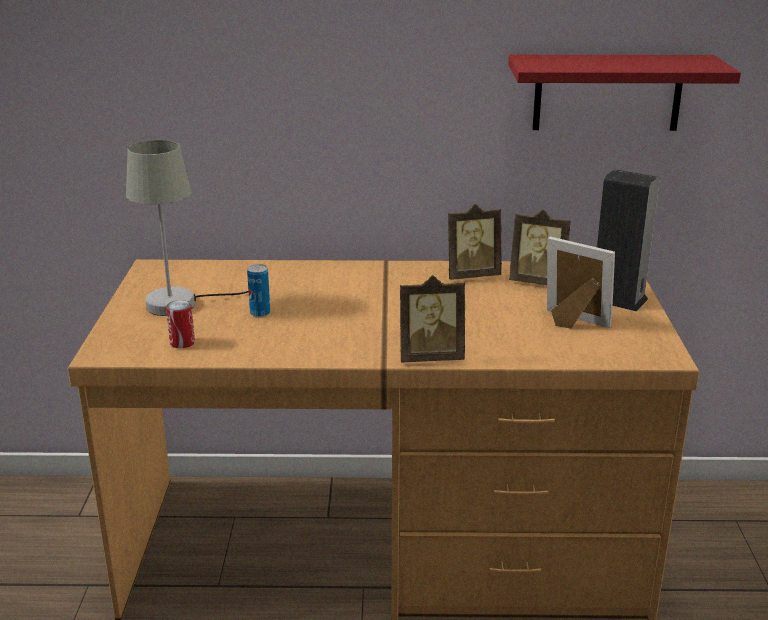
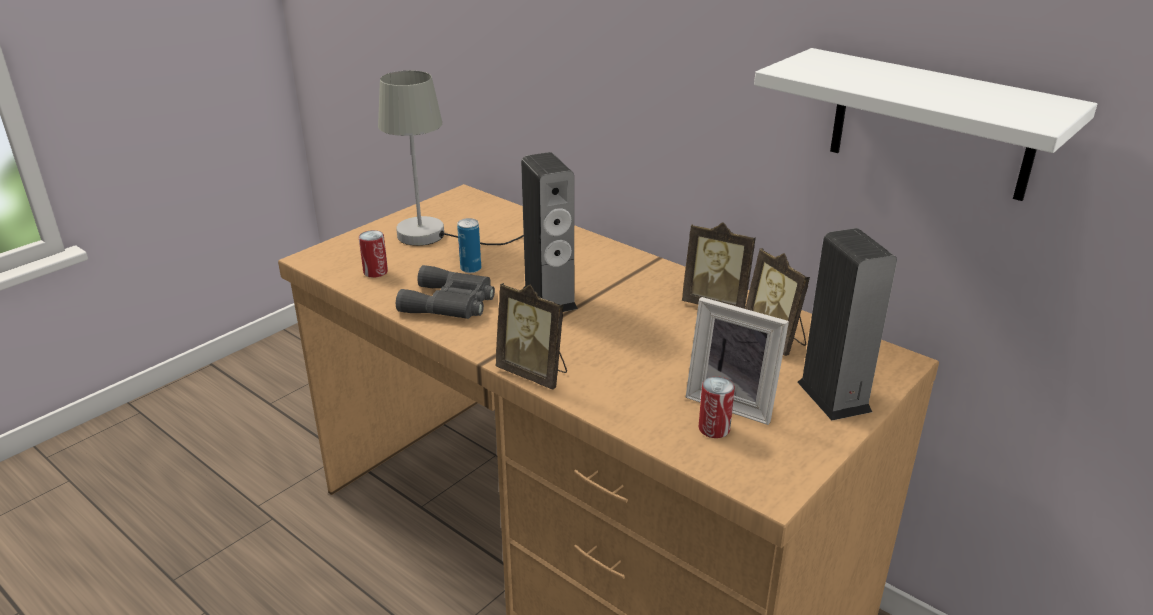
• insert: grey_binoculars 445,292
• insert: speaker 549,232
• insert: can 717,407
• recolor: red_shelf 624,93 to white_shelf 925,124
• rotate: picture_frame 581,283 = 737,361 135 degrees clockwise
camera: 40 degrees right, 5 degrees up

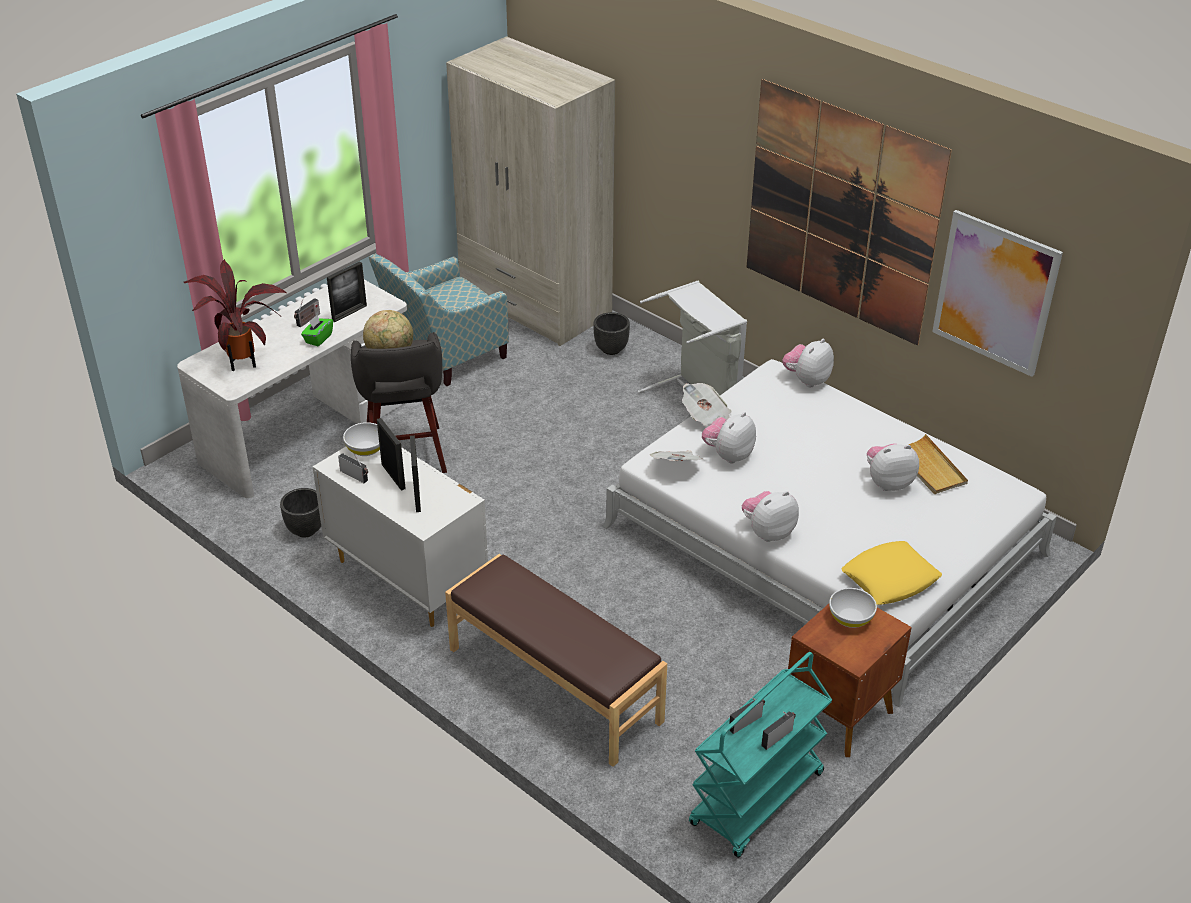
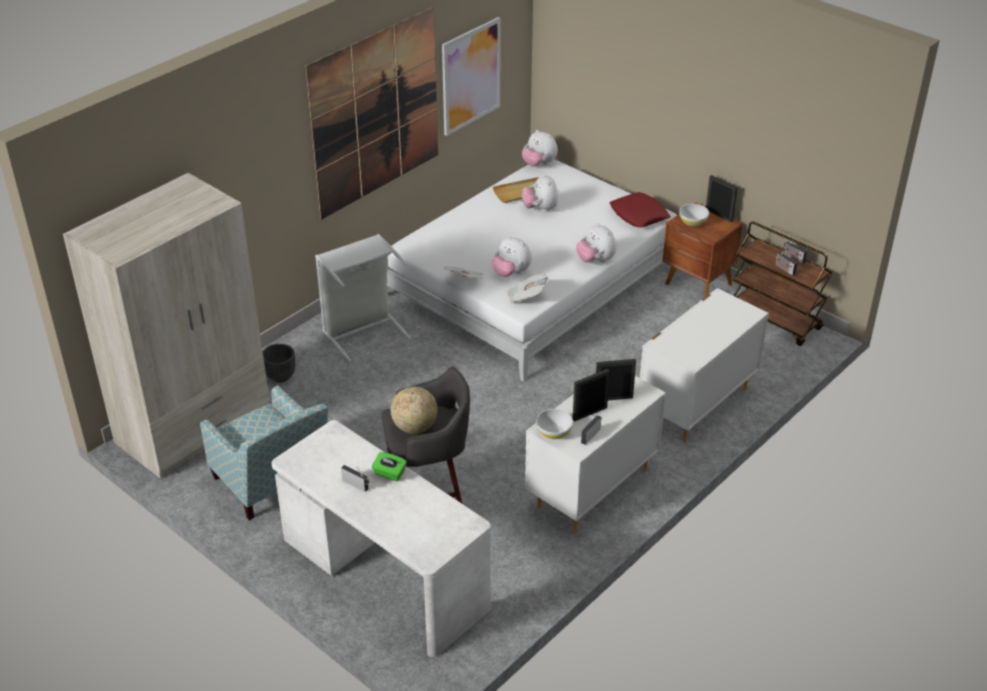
• delete: potted_plant 235,315
• delete: black_planter 300,512
• move: picture_frame 347,291 to 722,198
• move: plush_toy 808,363 to 539,148
• replace: brown_bench 556,660 to white_dresser 704,365
• recolor: turquoise_cart 760,755 to brown_cart 782,283
• recolor: yellow_pillow 892,573 to red_pillow 640,210
camera: 90 degrees left, 0 degrees up

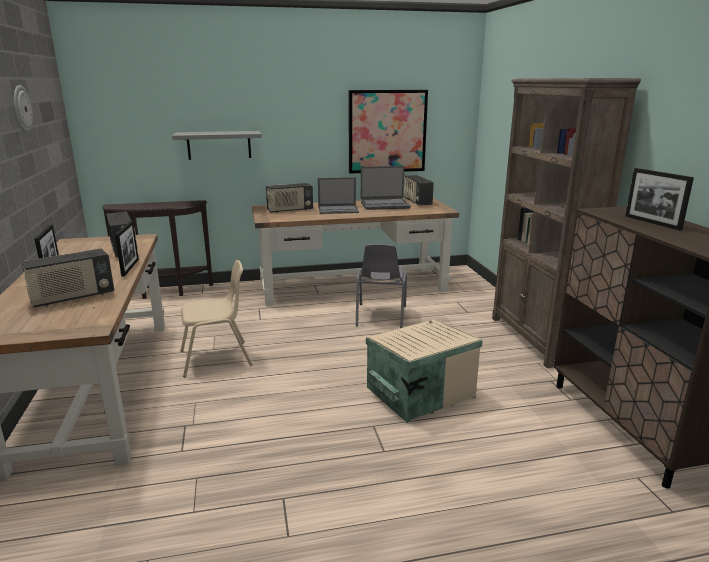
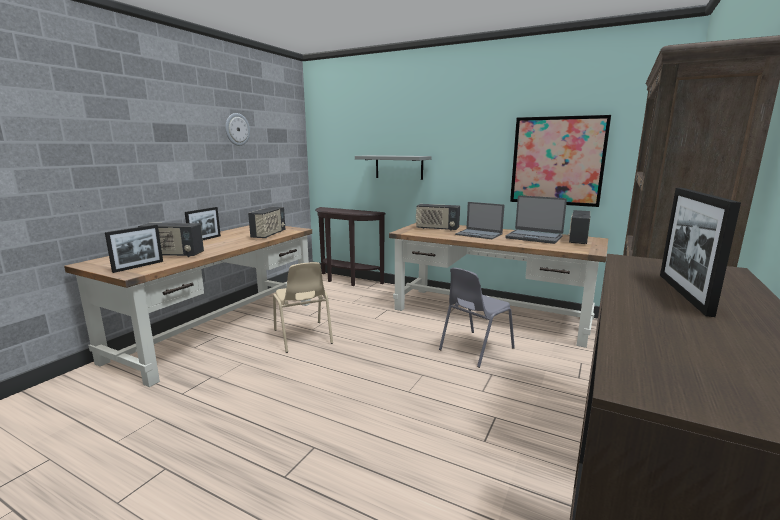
• delete: beige_storage_box 424,371
• move: picture_frame 127,248 to 134,249
• rotate: beige_chair 216,318 = 303,307 45 degrees clockwise
camera: 40 degrees right, 5 degrees down

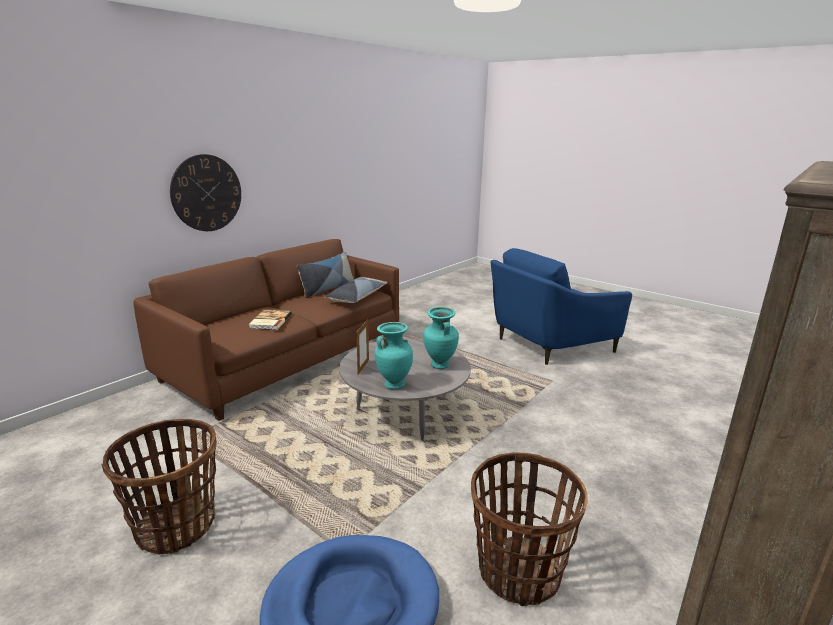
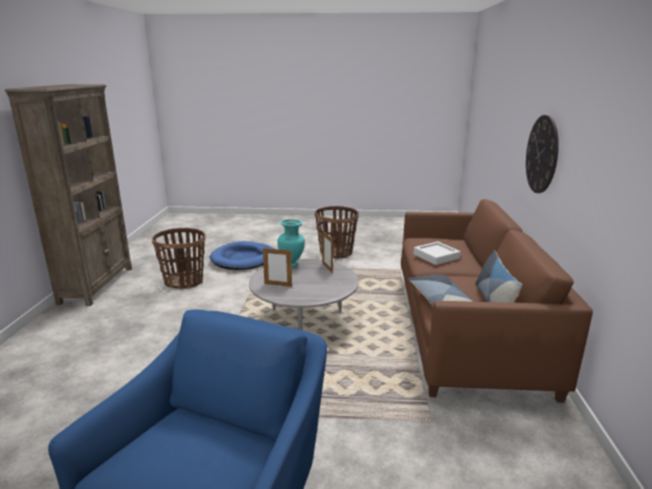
• replace: book 270,320 to grey_tray 437,253
• replace: turquoise_vase 441,338 to picture_frame 277,267
camera: 145 degrees right, 0 degrees up

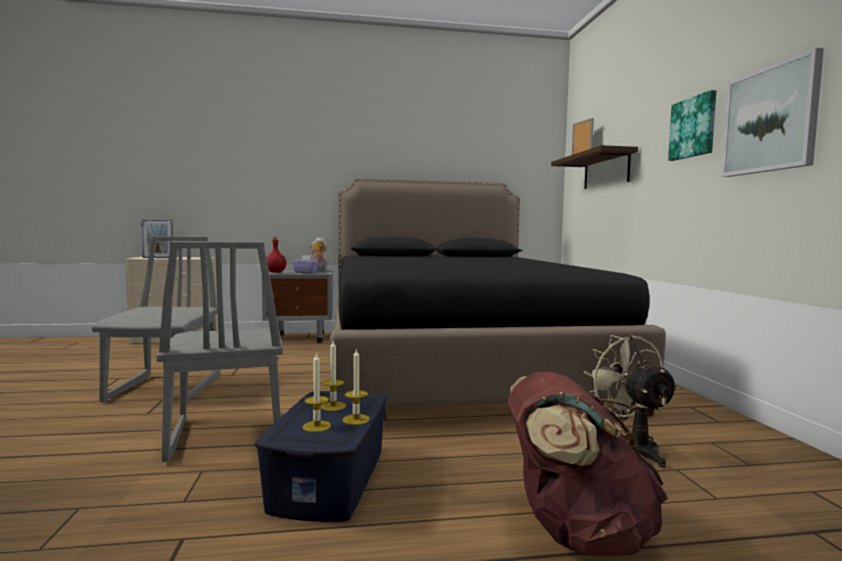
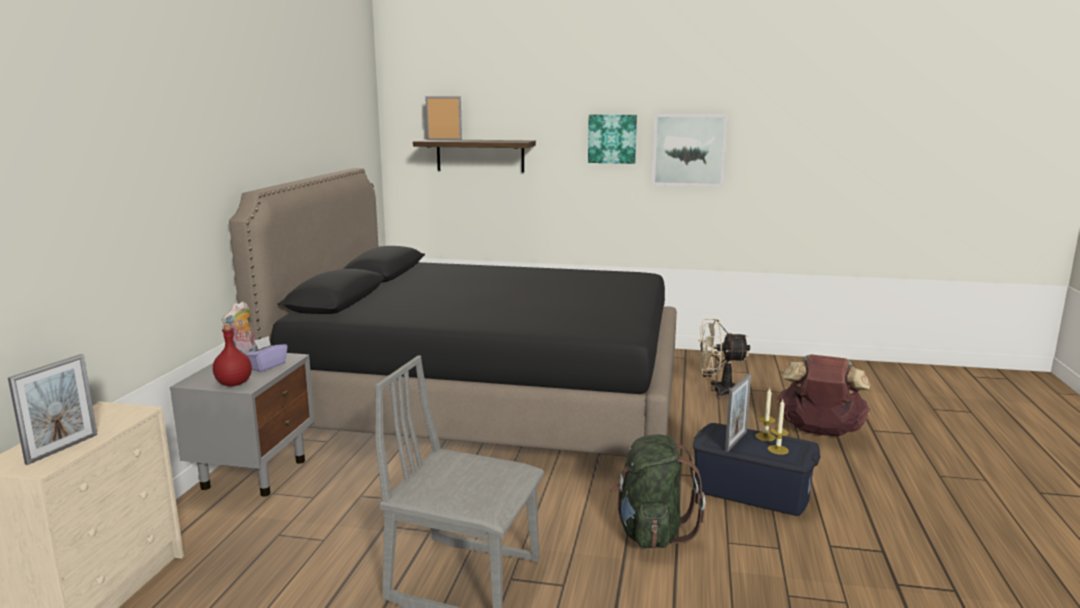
• replace: grey_chair 219,351 to green_backpack 658,491
• replace: candle 333,376 to picture_frame 738,413
camera: 70 degrees left, 10 degrees up

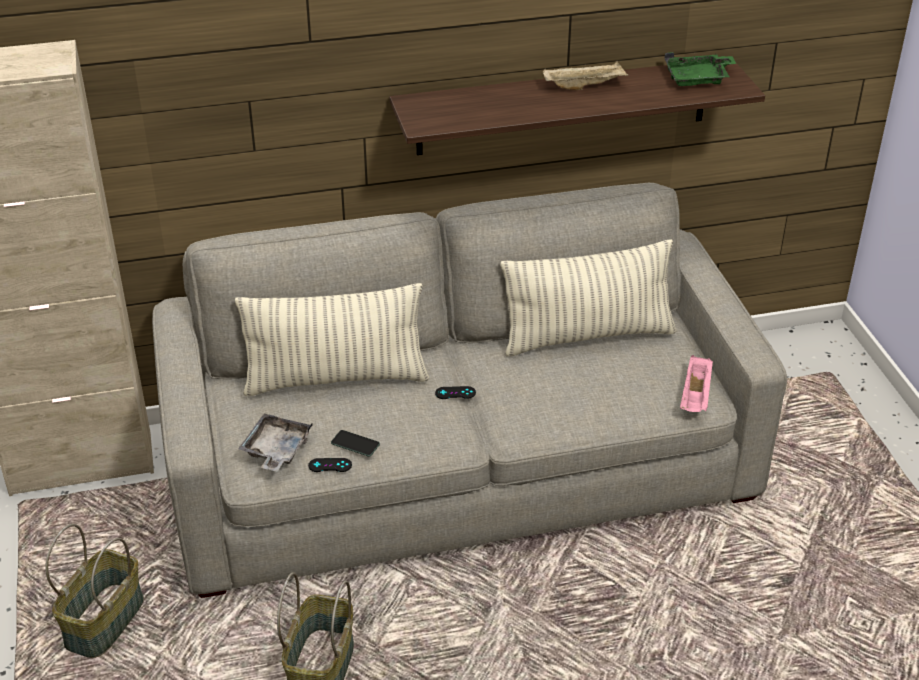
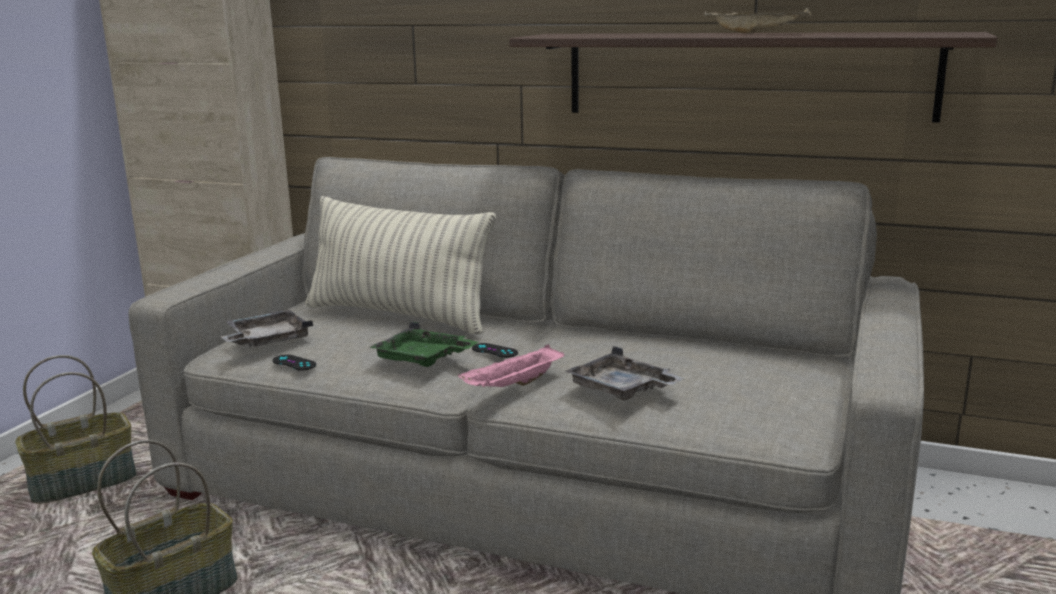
• delete: phone 355,443
• delete: pillow 588,298
• insert: grey_tray 624,373
• move: green_tray 700,69 to 423,344
• move: pink_tray 696,383 to 511,366
camera: 35 degrees right, 20 degrees down

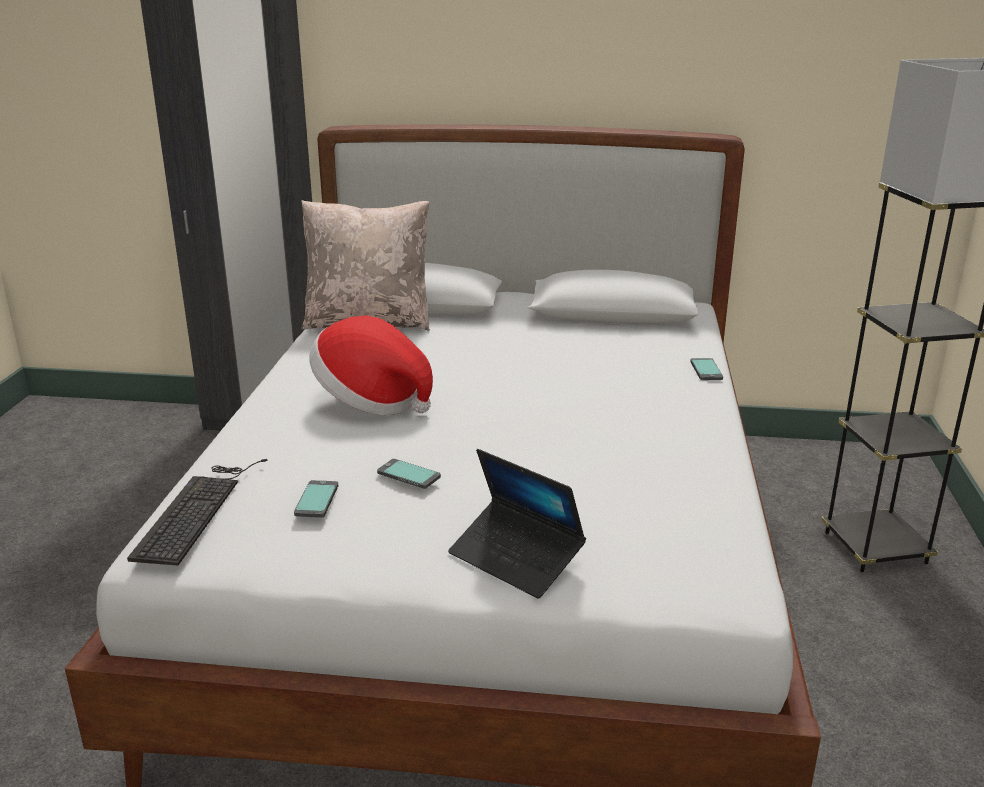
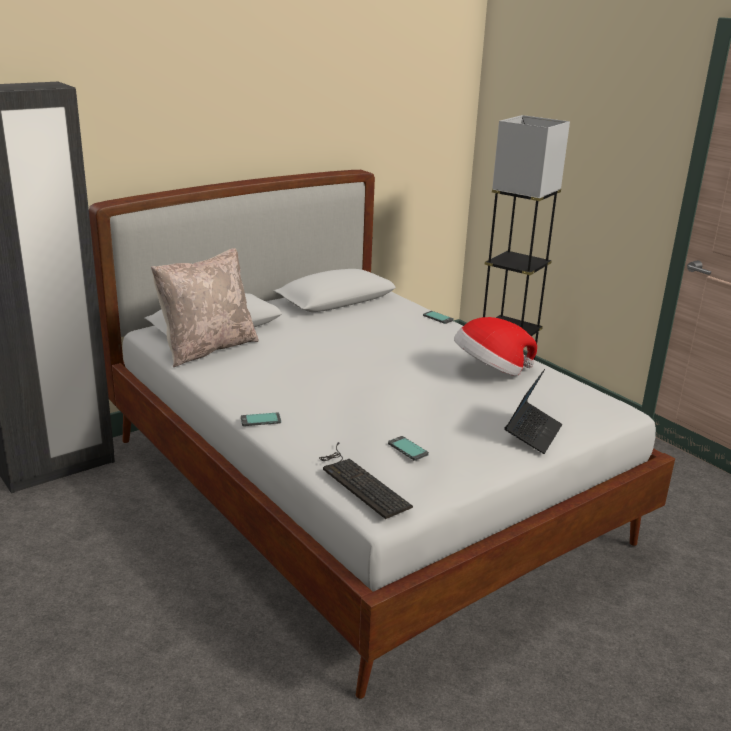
• move: hat 371,365 to 495,346
• move: phone 409,474 to 261,419
• rotate: laptop 517,524 = 533,411 60 degrees counterclockwise
camera: 45 degrees left, 0 degrees up

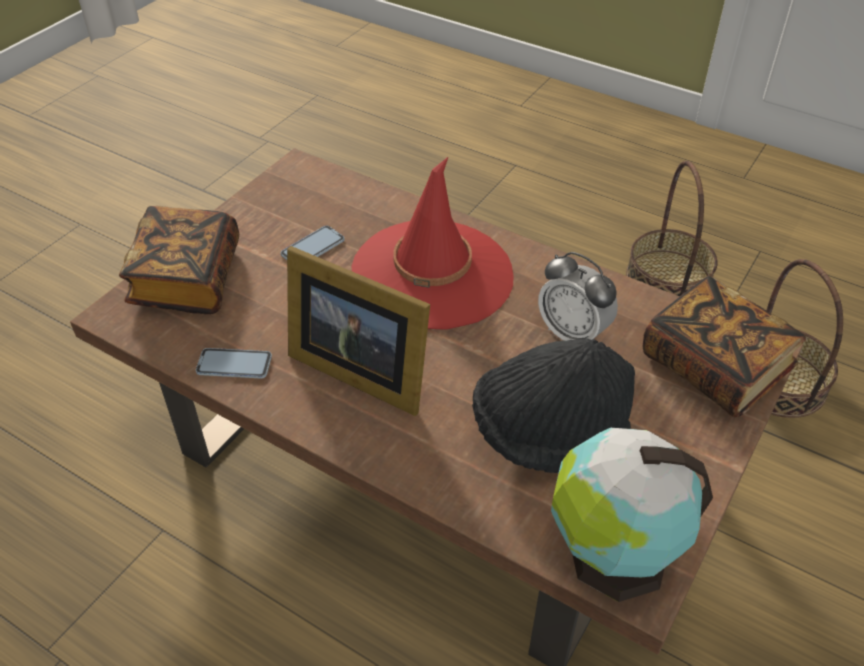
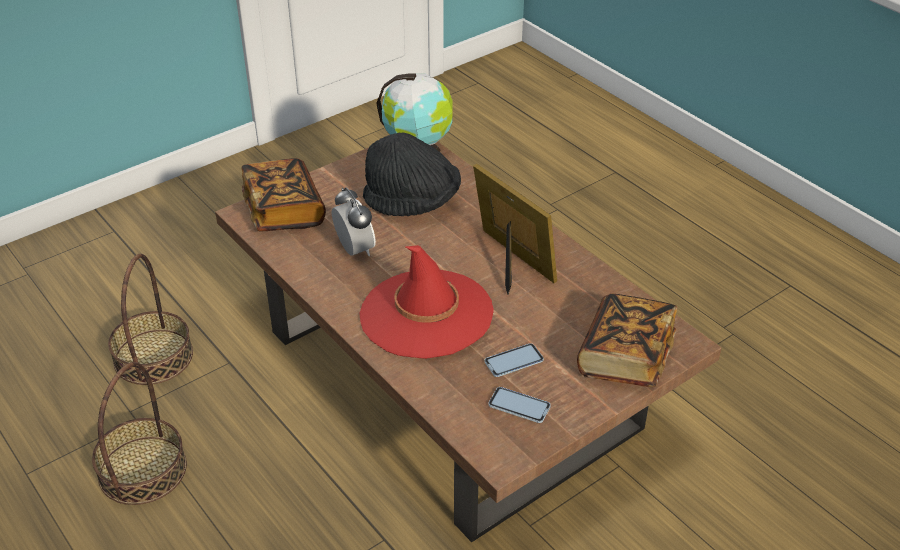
• move: phone 234,363 to 520,405
camera: 160 degrees left, 5 degrees down

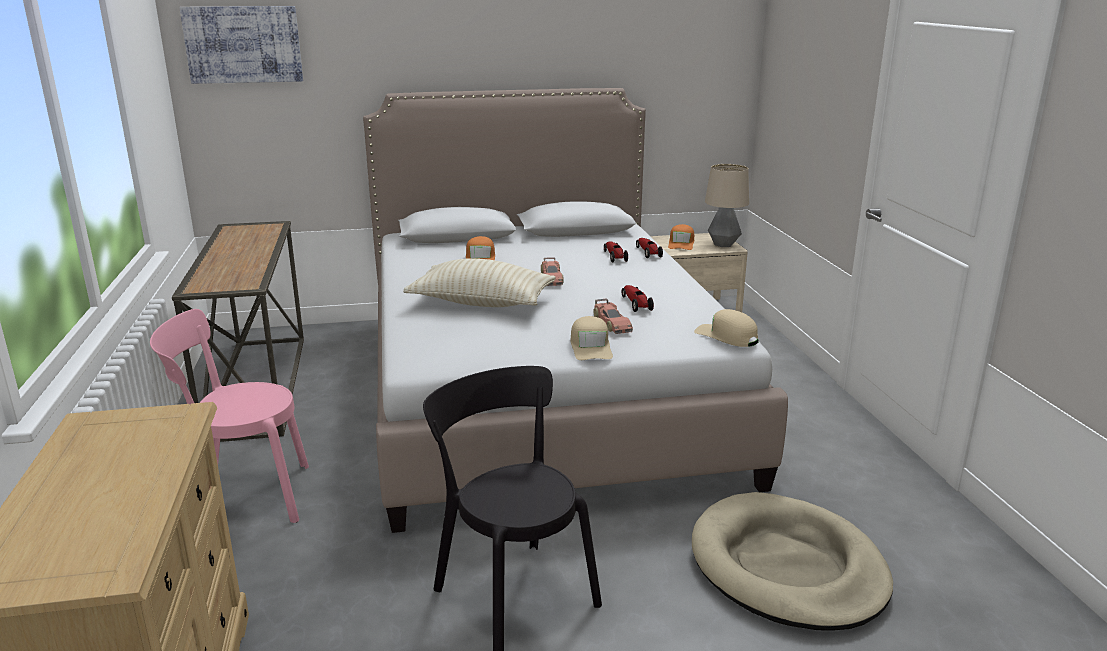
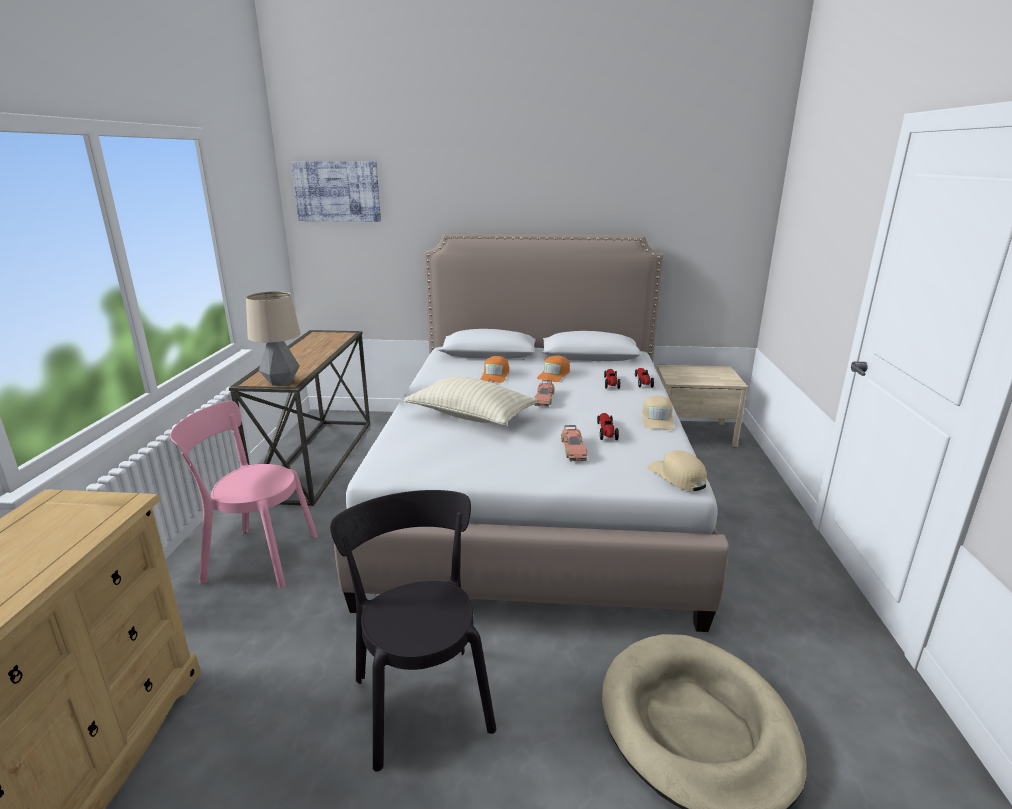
• move: beige_cap 591,338 to 658,413
• move: orange_cap 681,237 to 553,368
• move: table_lamp 727,205 to 273,338
camera: 15 degrees right, 0 degrees up

